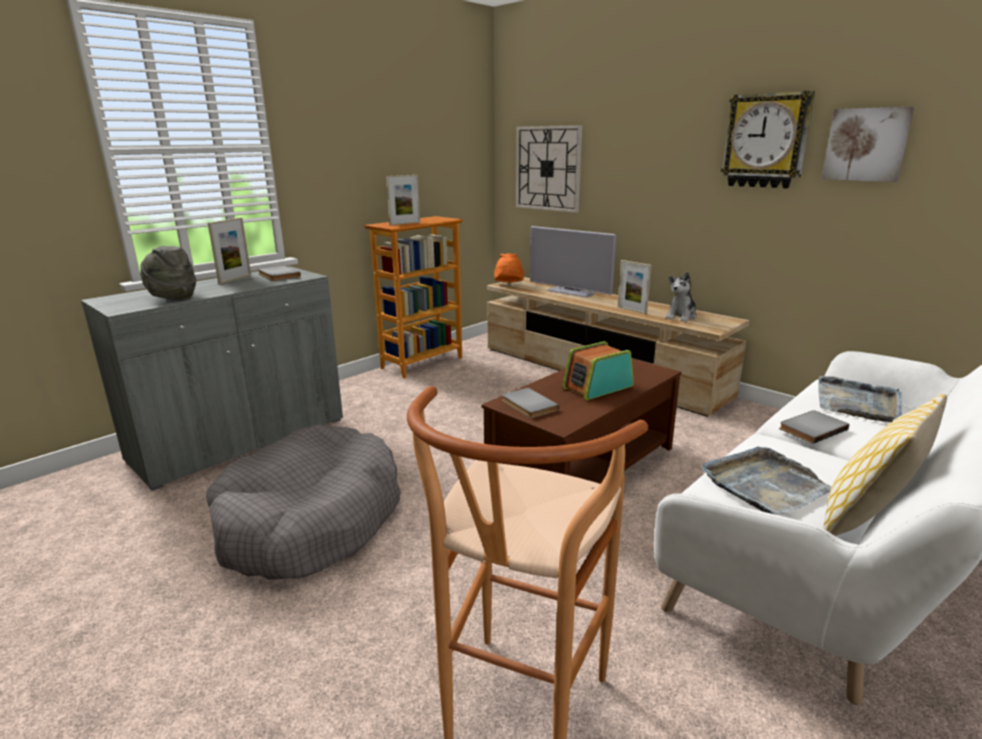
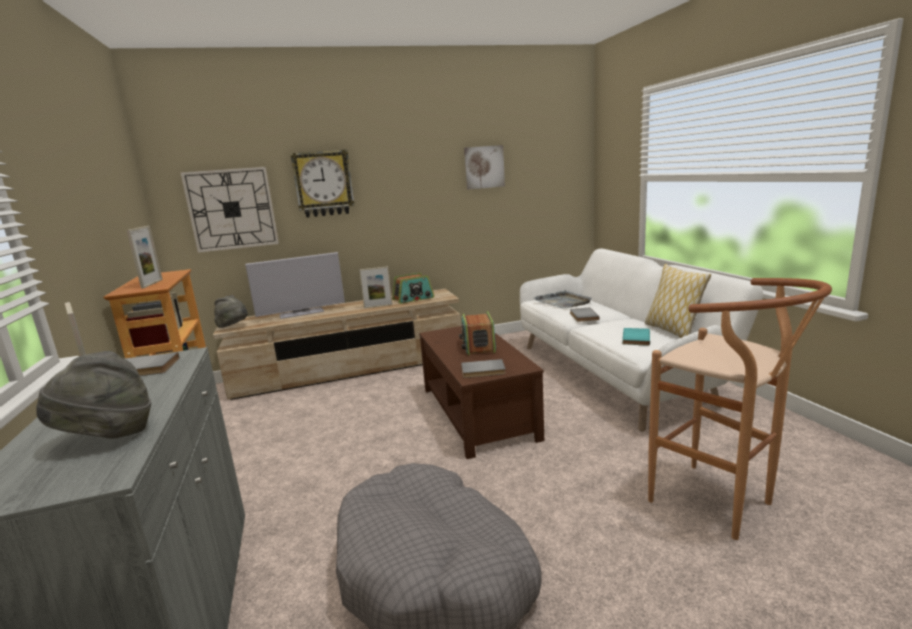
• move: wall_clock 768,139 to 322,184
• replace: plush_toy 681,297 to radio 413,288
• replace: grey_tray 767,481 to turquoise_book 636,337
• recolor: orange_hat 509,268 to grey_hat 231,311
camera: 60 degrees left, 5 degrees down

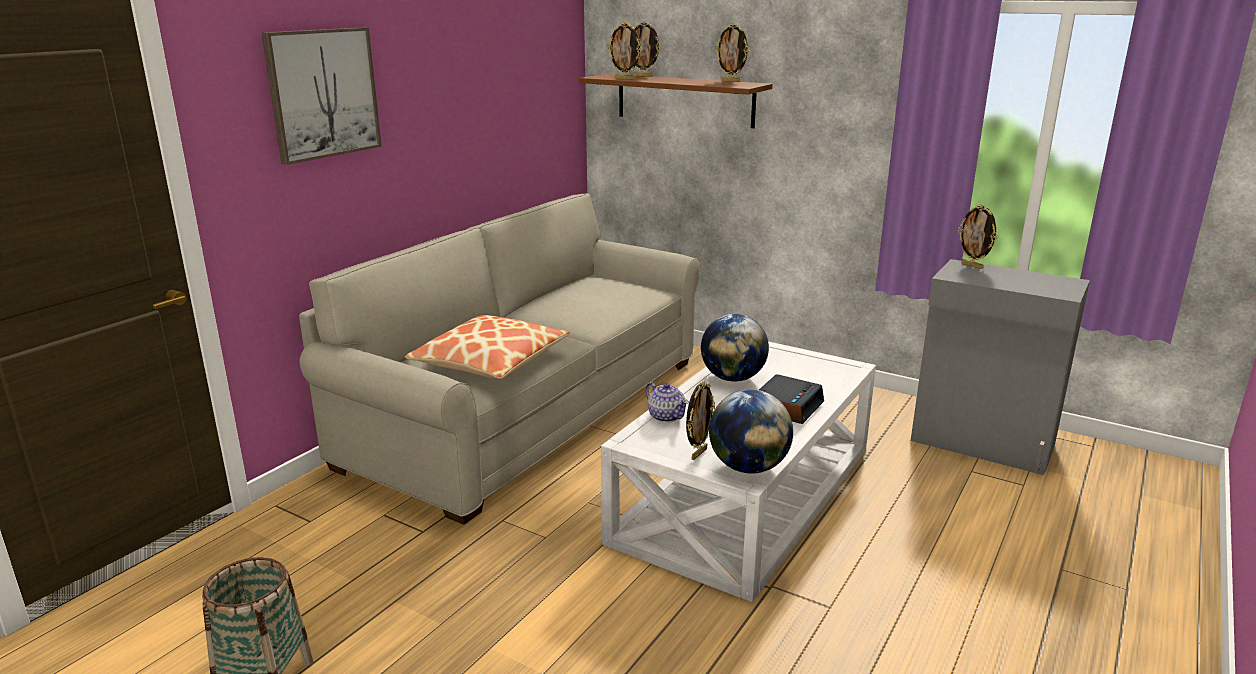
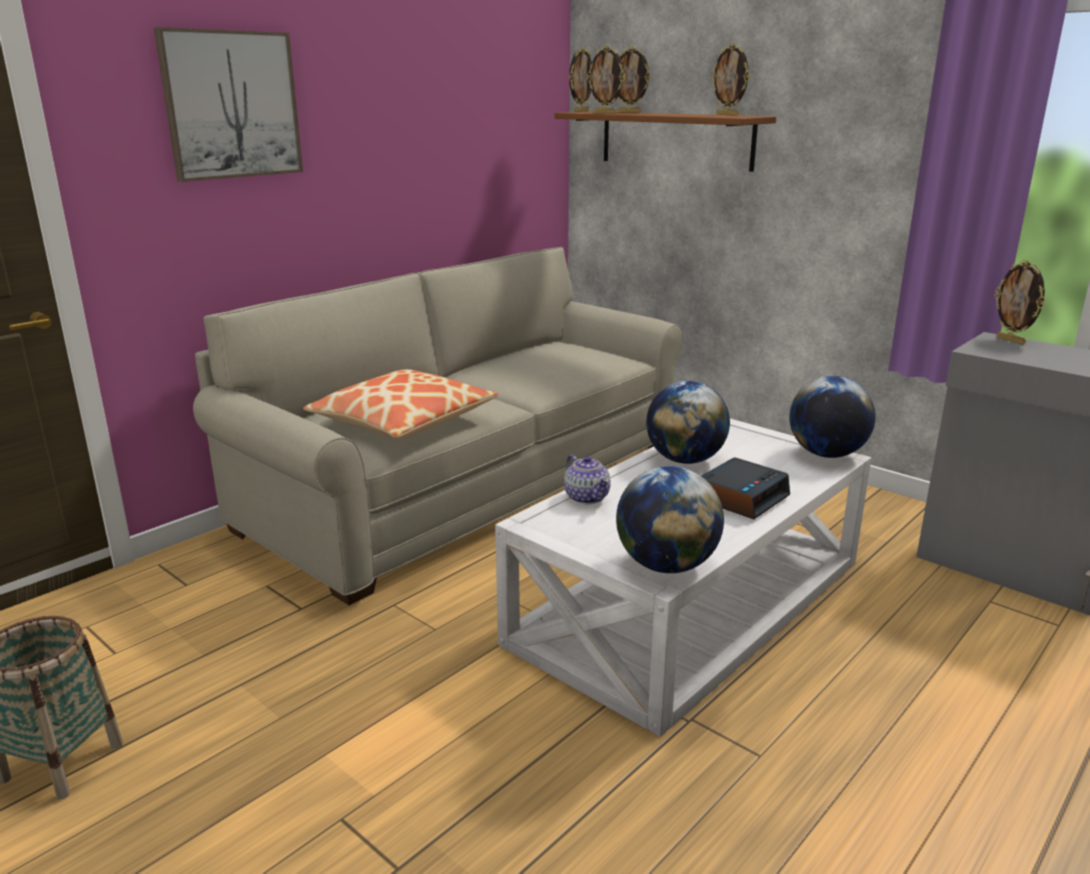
• insert: globe 832,417
• move: picture_frame 700,420 to 580,79
camera: 10 degrees right, 0 degrees up

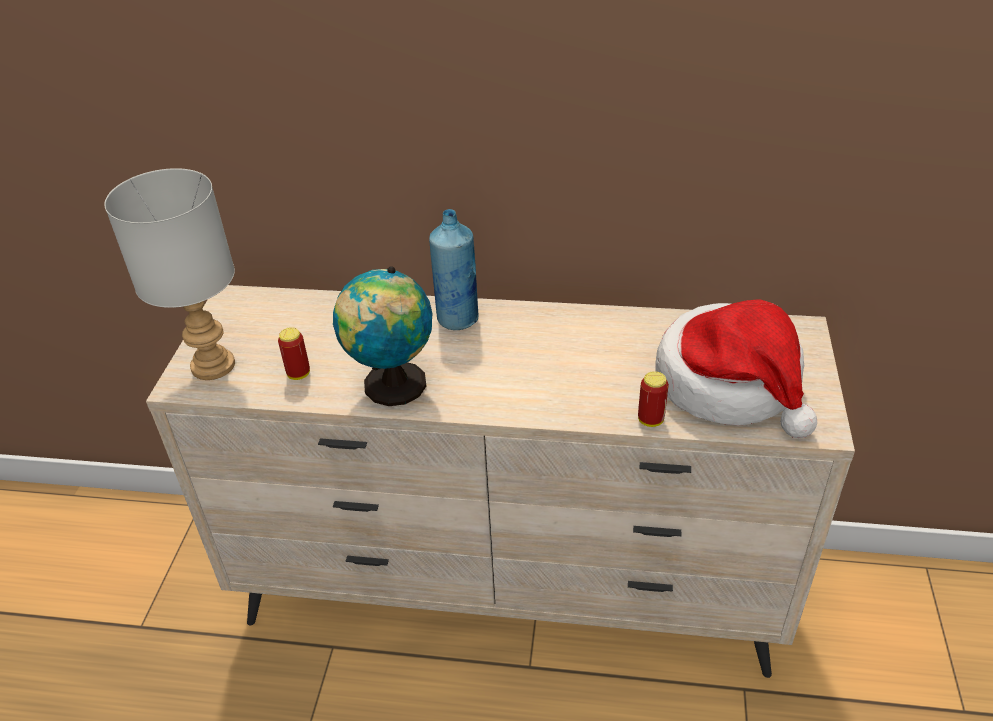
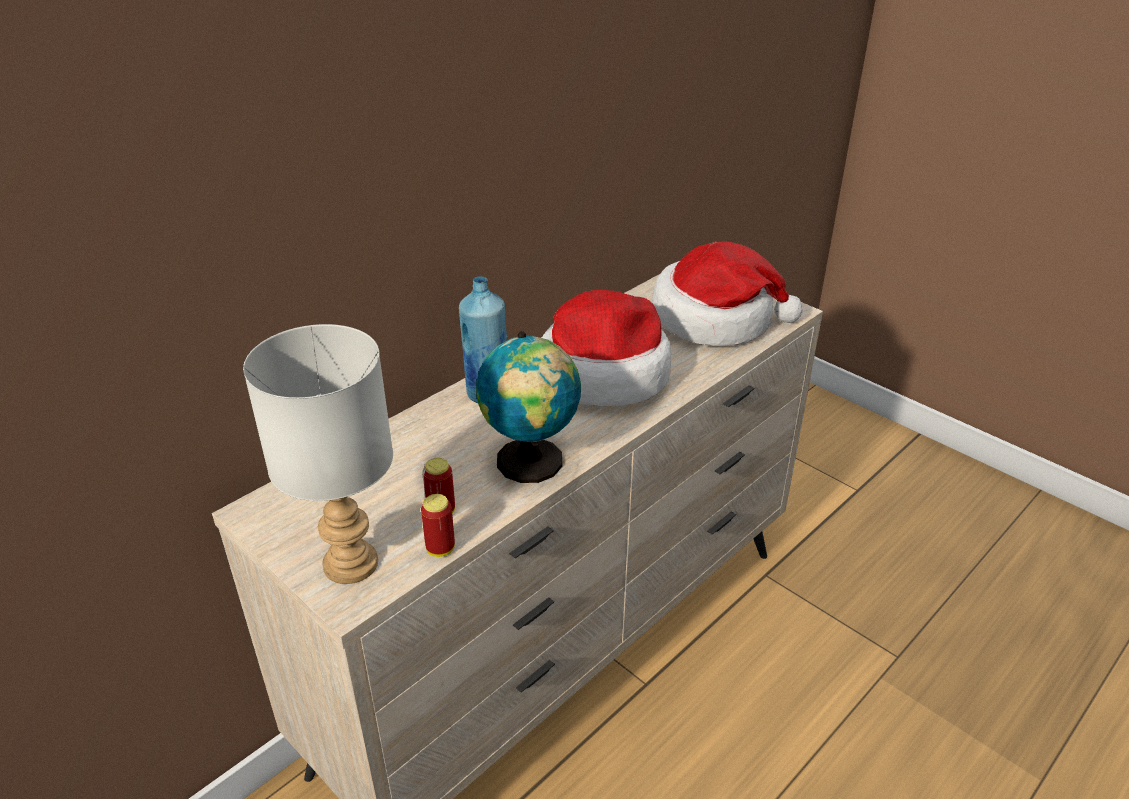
• insert: hat 606,348
• move: can 653,399 to 438,525
camera: 55 degrees left, 5 degrees down

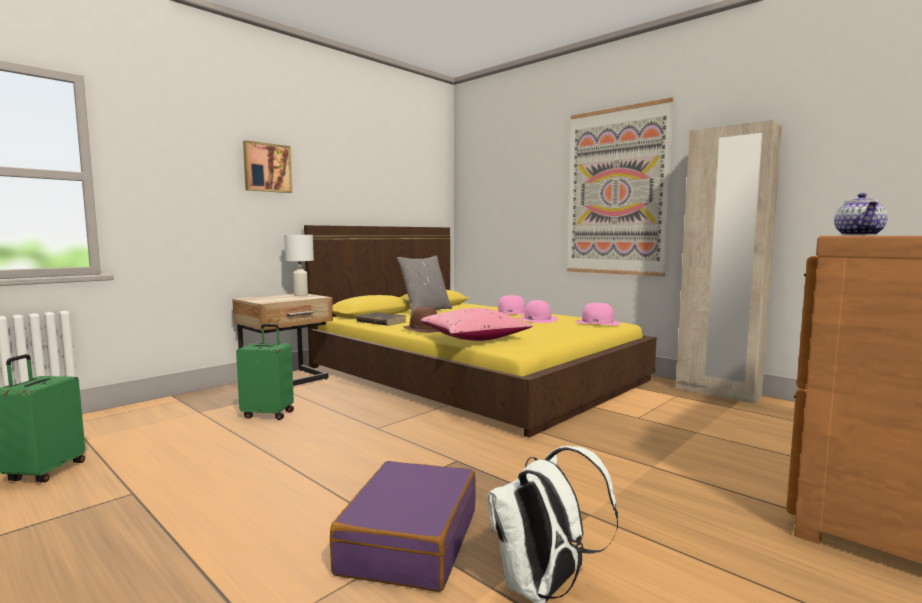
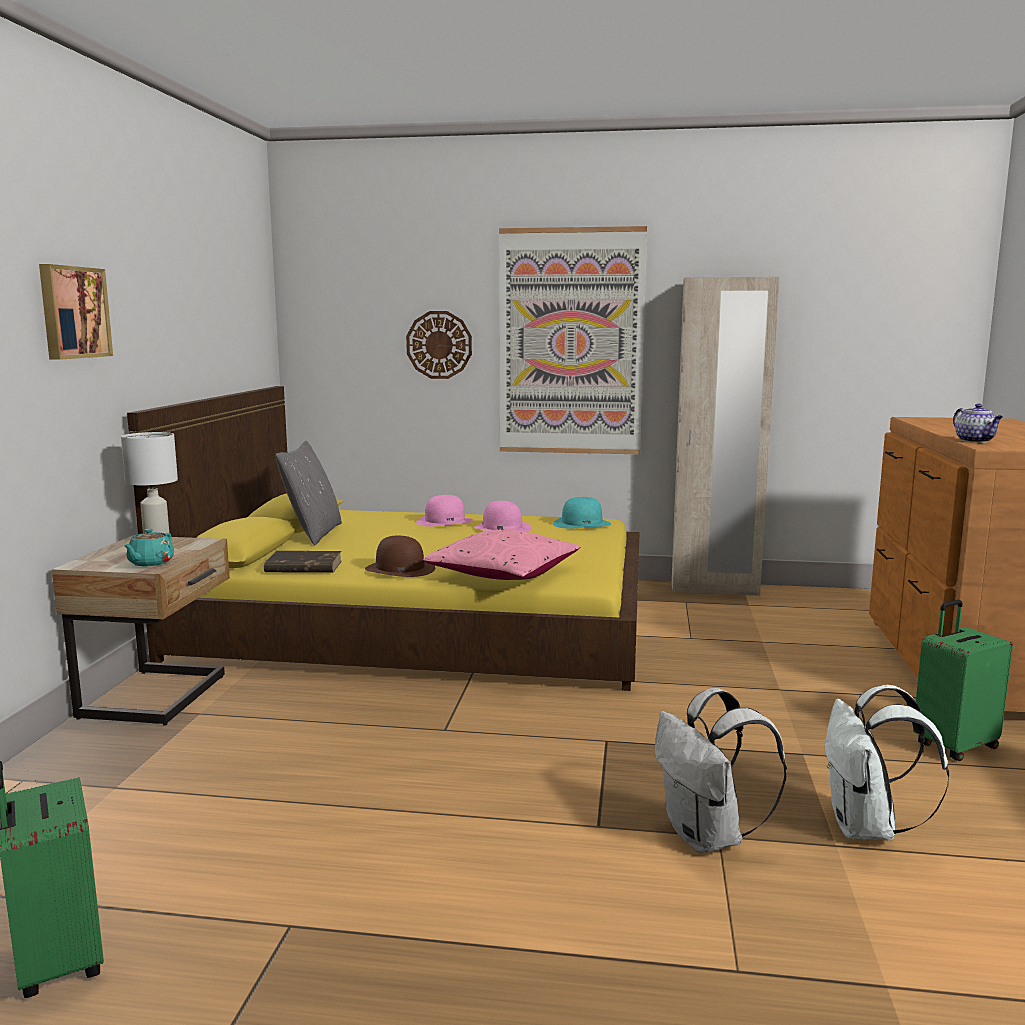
• insert: turquoise_teapot 148,547
• insert: wall_clock 439,345
• move: green_suitcase 265,372 to 963,680
• replace: purple_suitcase 403,526 to white_backpack 721,771
• recolor: pink_hat 598,314 to turquoise_hat 582,512
camera: 35 degrees left, 5 degrees up

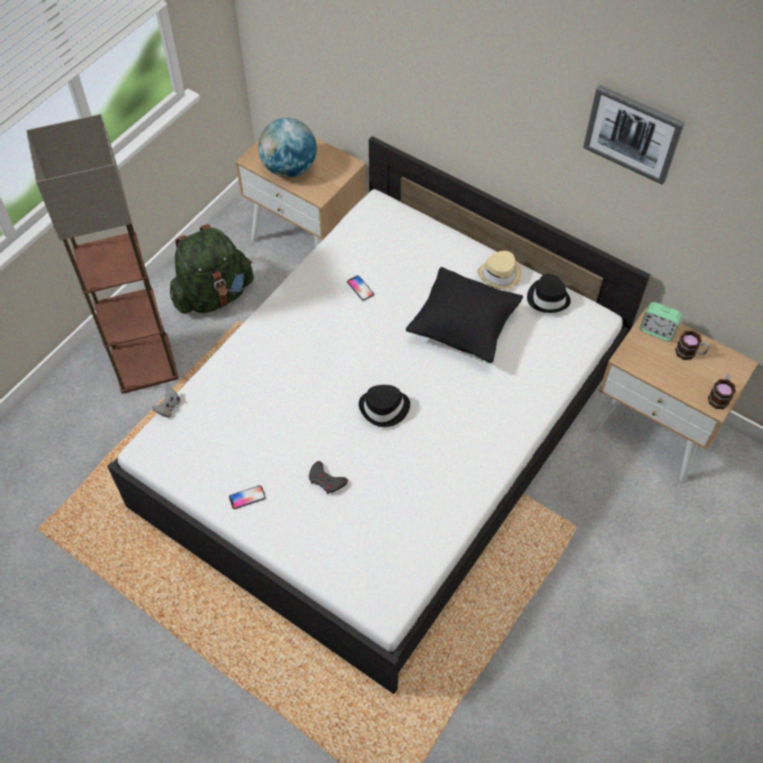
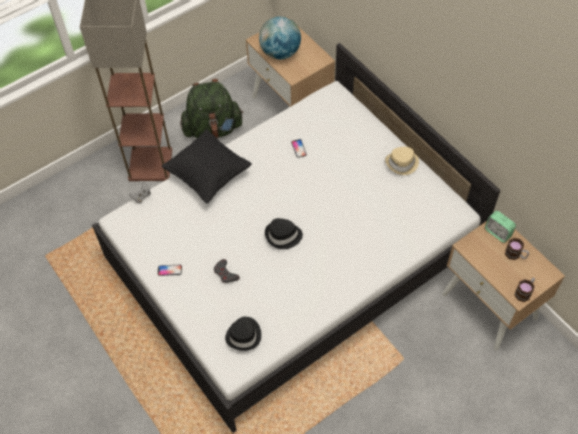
• delete: picture 634,135
• move: black_pillow 464,315 to 206,166
• move: black_hat 549,293 to 243,334
camera: 20 degrees right, 0 degrees up

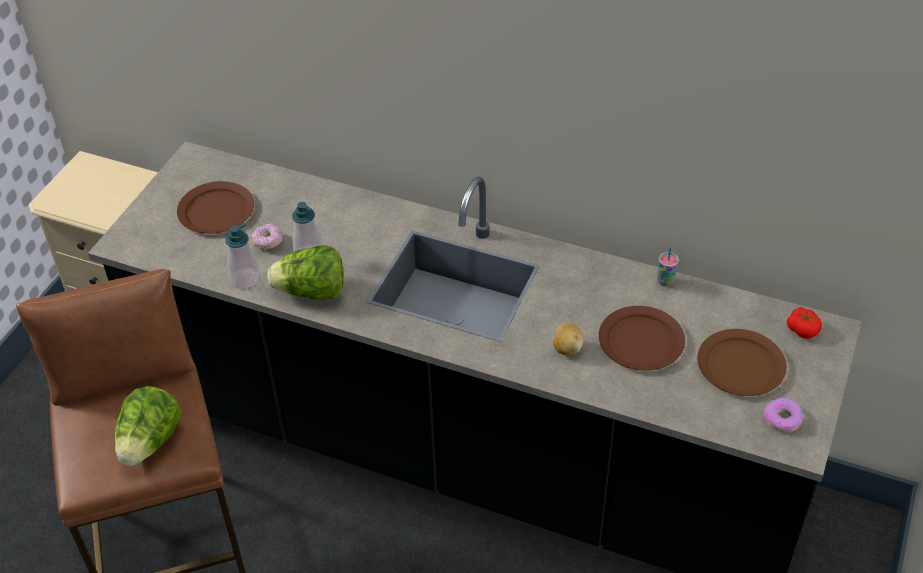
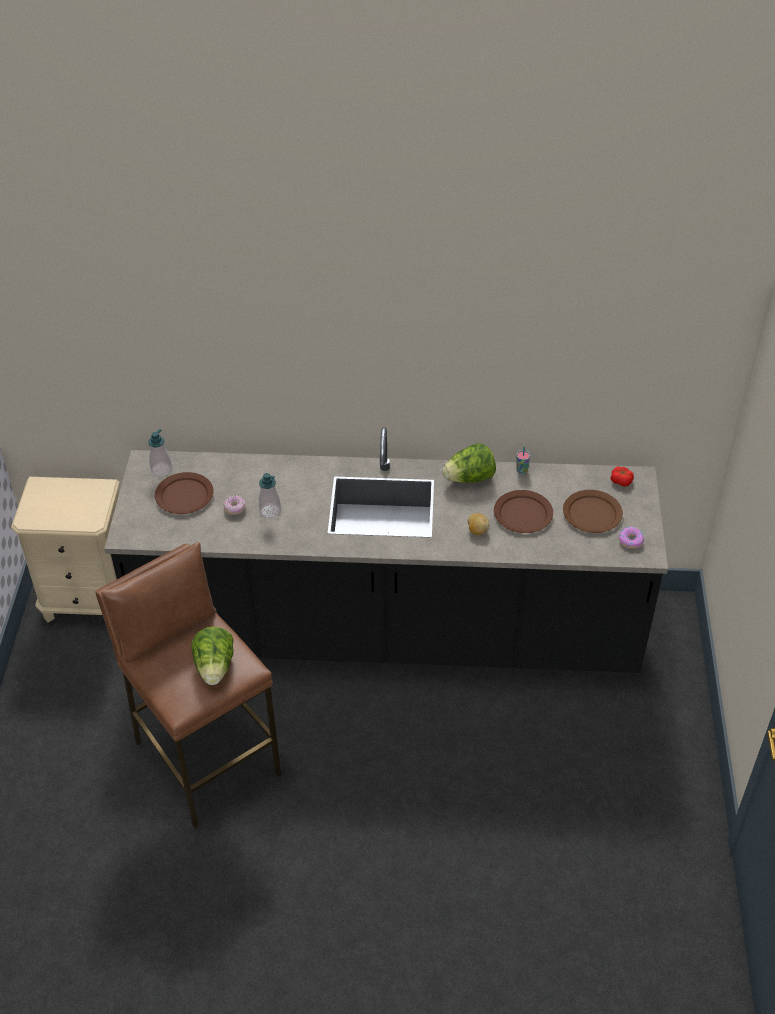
• move: soap_dispenser 242,255 to 160,453
• move: lettuce 305,272 to 469,463
camera: 20 degrees left, 0 degrees up

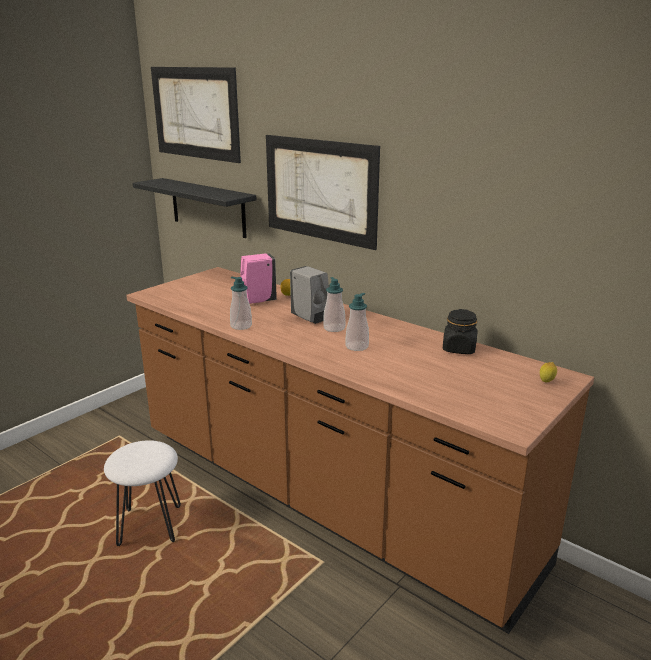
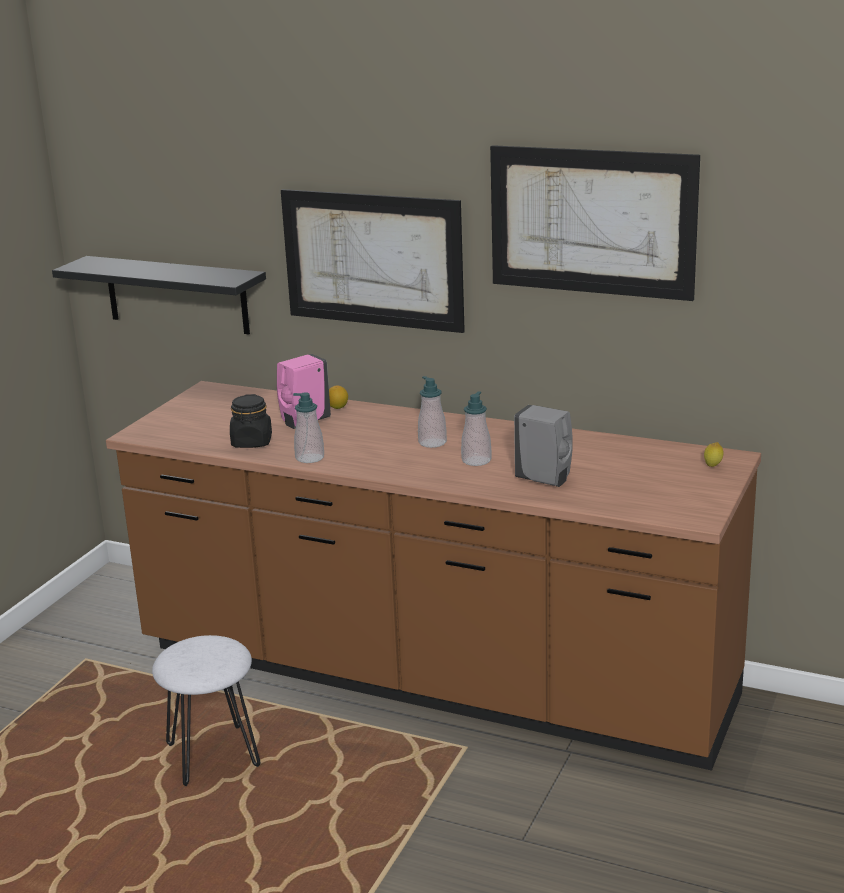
• move: picture 196,115 to 595,223
• move: grey_soap_dispenser 309,295 to 543,446
• move: black_jar 460,331 to 251,421
camera: 15 degrees left, 0 degrees up

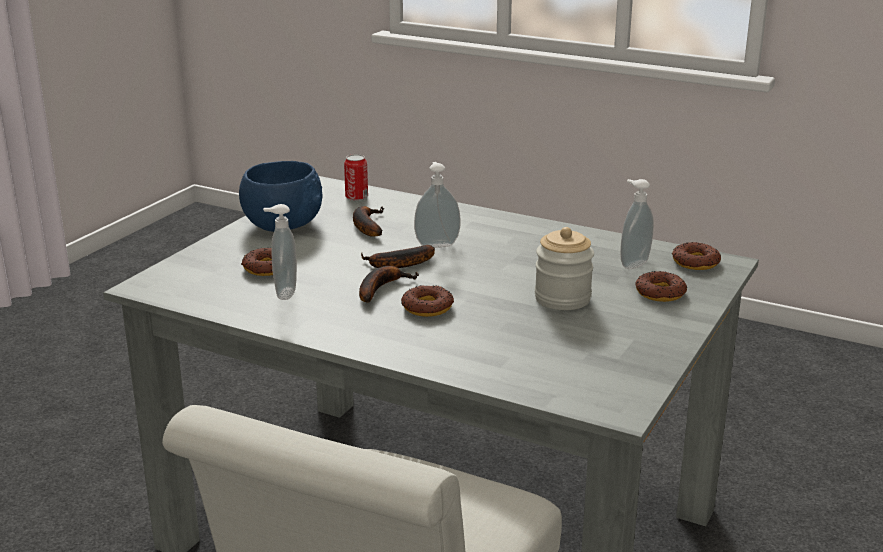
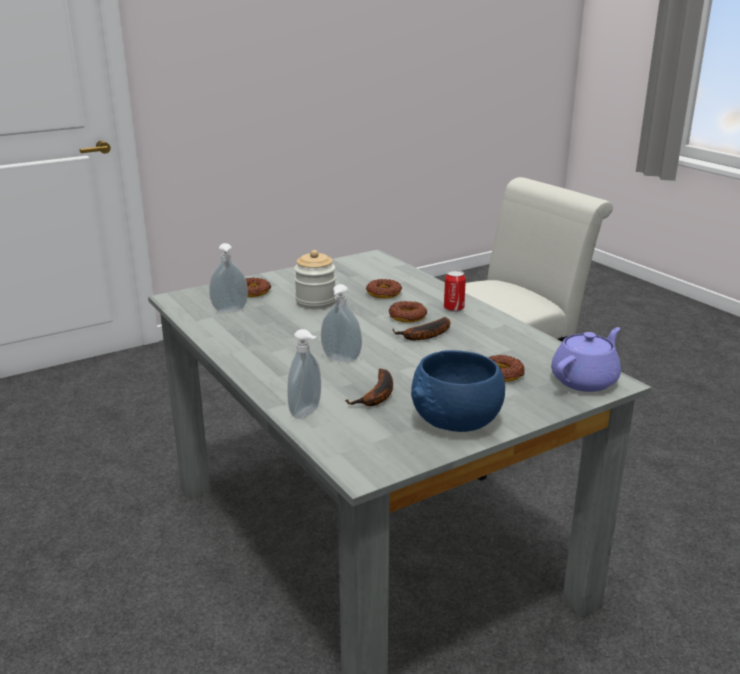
• delete: banana 398,256
• insert: purple_teapot 586,359
• move: soap_dispenser 280,252 to 304,374
• move: can 356,177 to 455,291
• move: donut 696,256 to 384,289
camera: 150 degrees left, 0 degrees up

